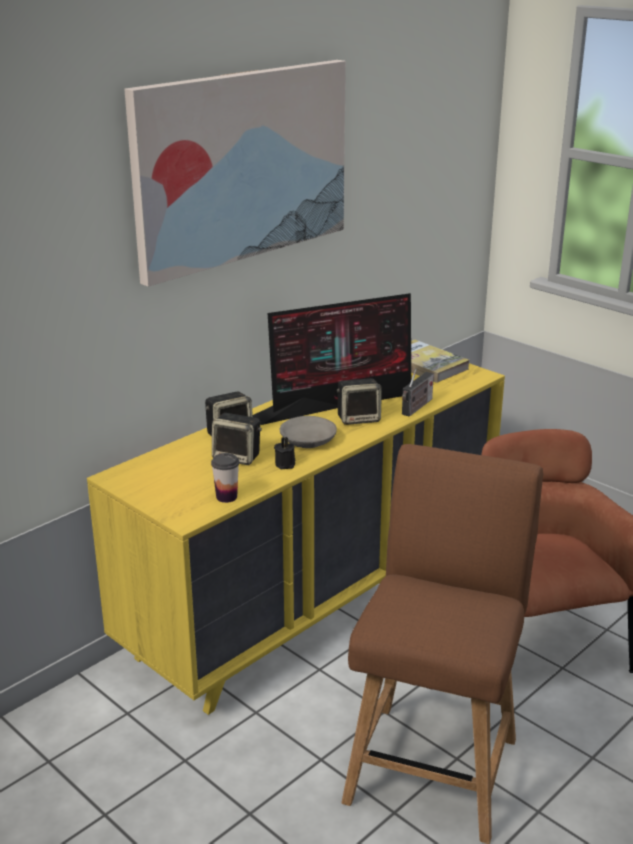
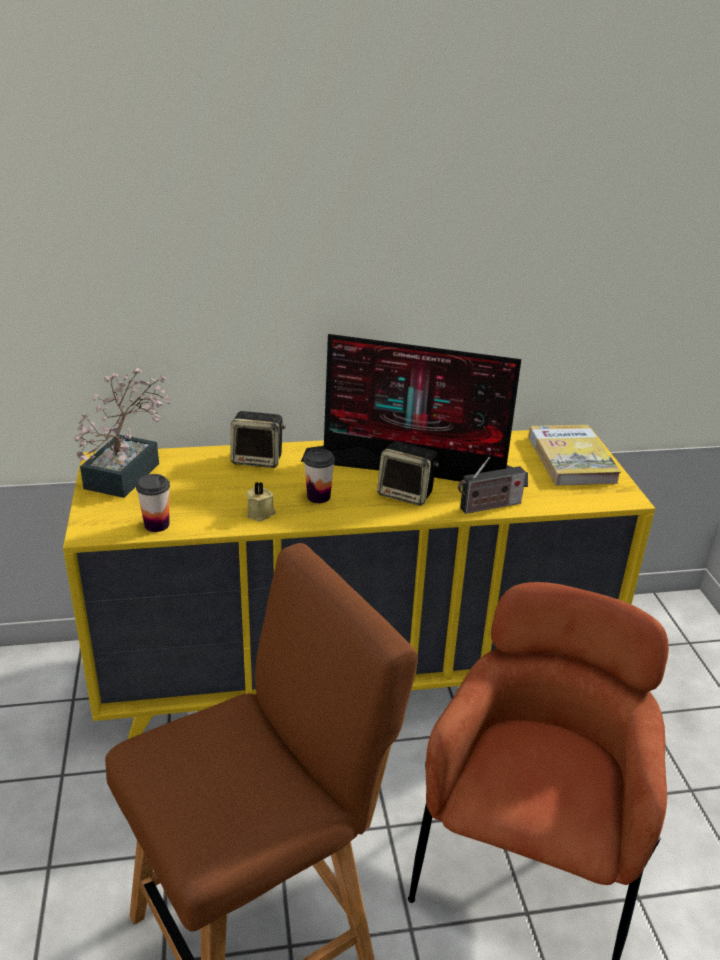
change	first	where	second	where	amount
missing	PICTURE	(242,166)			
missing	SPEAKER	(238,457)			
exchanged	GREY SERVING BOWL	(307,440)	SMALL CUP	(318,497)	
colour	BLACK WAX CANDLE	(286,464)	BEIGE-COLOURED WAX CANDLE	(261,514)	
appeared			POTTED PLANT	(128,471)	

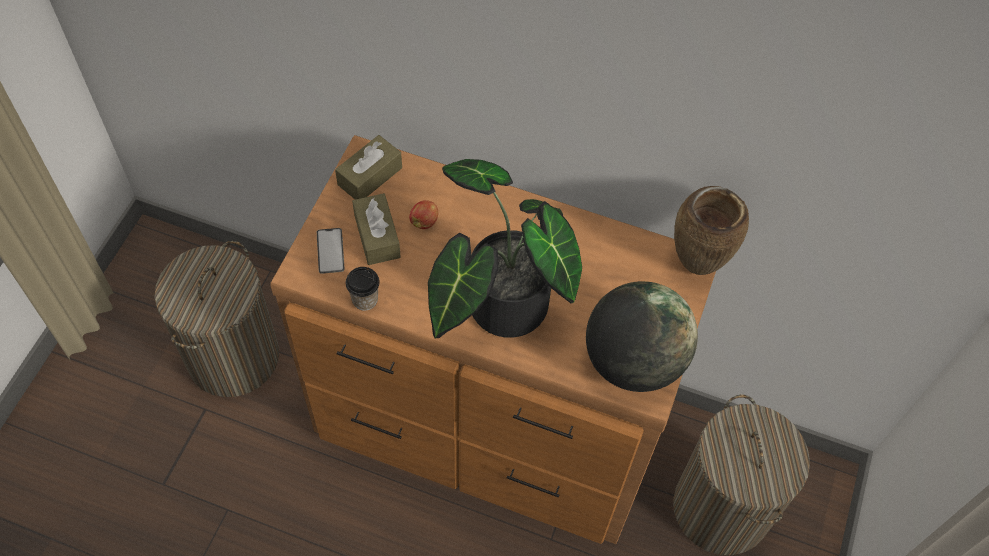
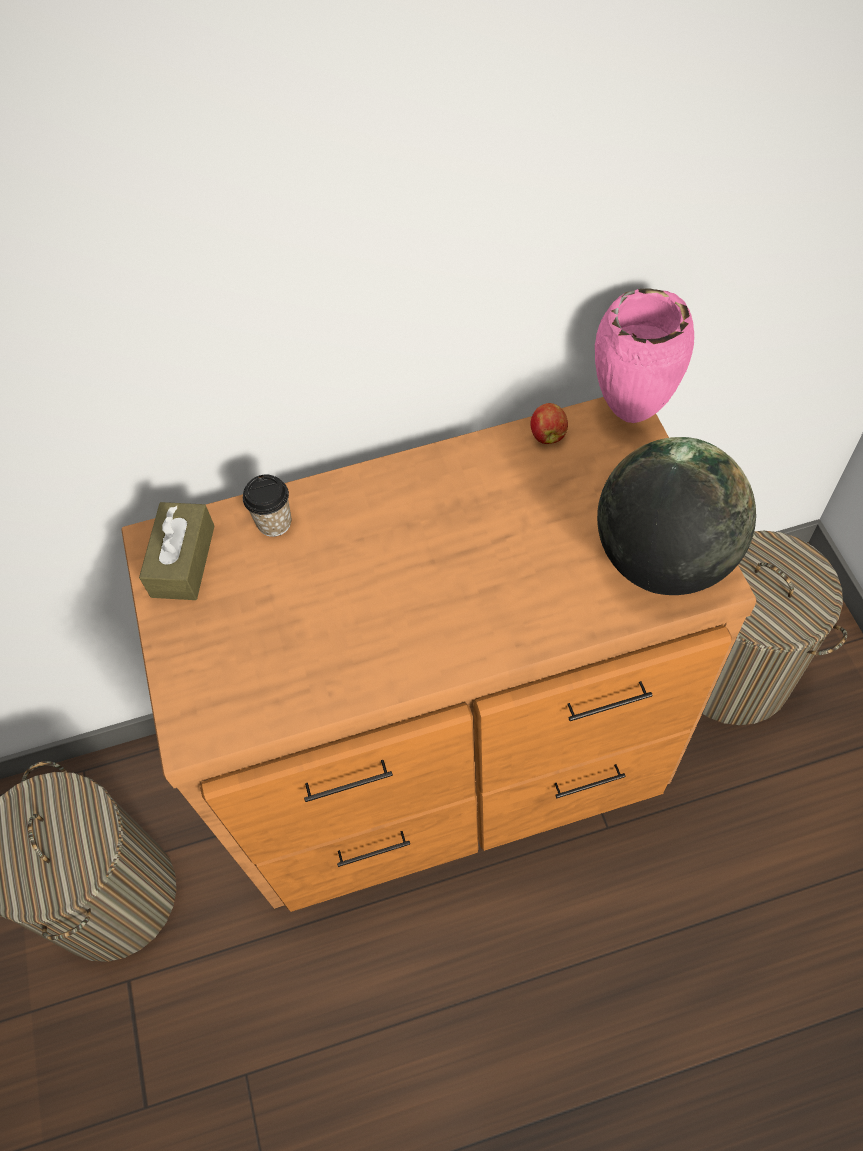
change	first	where	second	where	amount
missing	POTTED PLANT	(498,306)			
colour	BROWN-COLOURED DECORATIVE VASE	(696,265)	PINK-COLOURED DECORATIVE VASE	(630,413)	
missing	BROWN-COLOURED BOX OF TISSUES	(377,236)			
relocated	APPLE	(424,221)		(548,434)	
missing	TELEPHONE	(330,251)			
relocated	SMALL CUP	(365,299)		(274,522)	

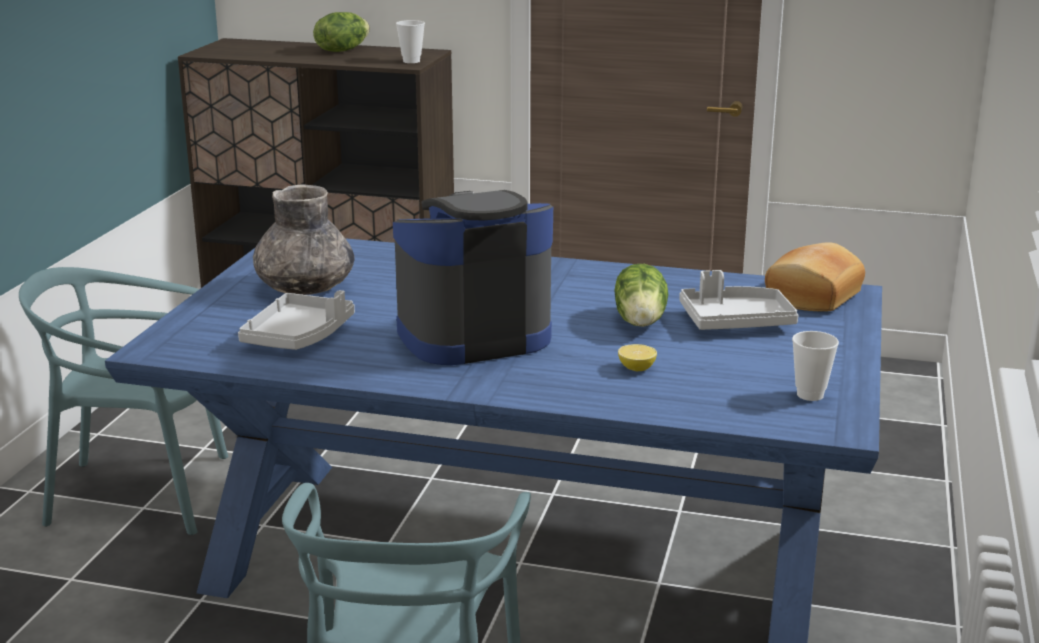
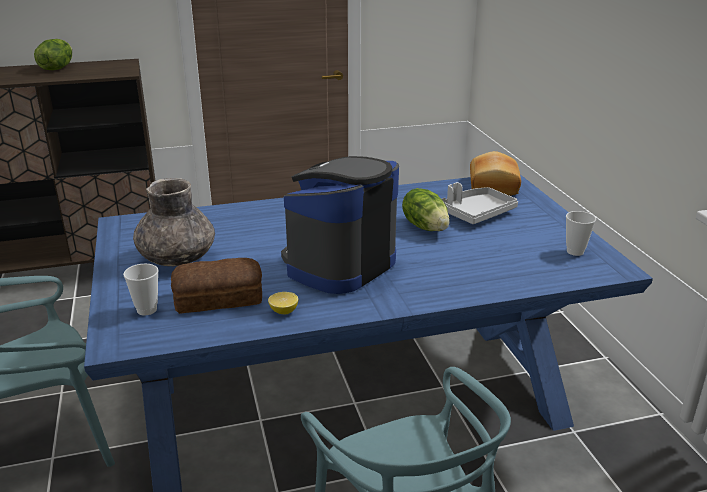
change	first	where	second	where	amount
relocated	SMALL CUP	(411,61)		(147,310)	
exchanged	GREY SERVING TRAY	(299,336)	BAKERY BREAD	(220,298)	
relocated	LEMON	(636,368)		(283,311)	

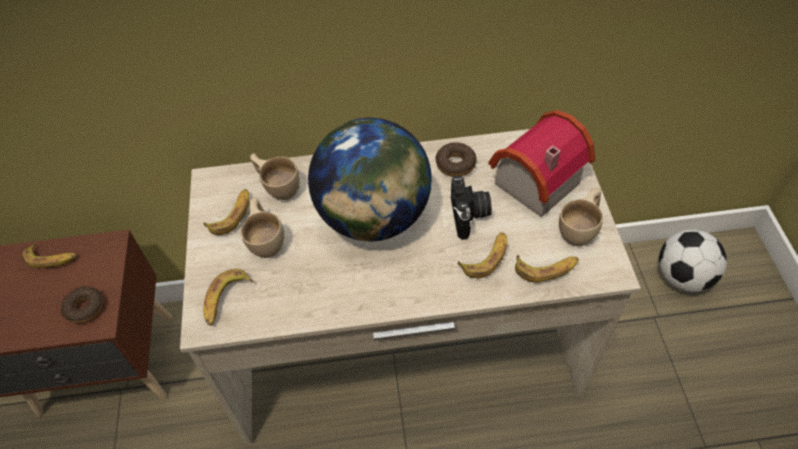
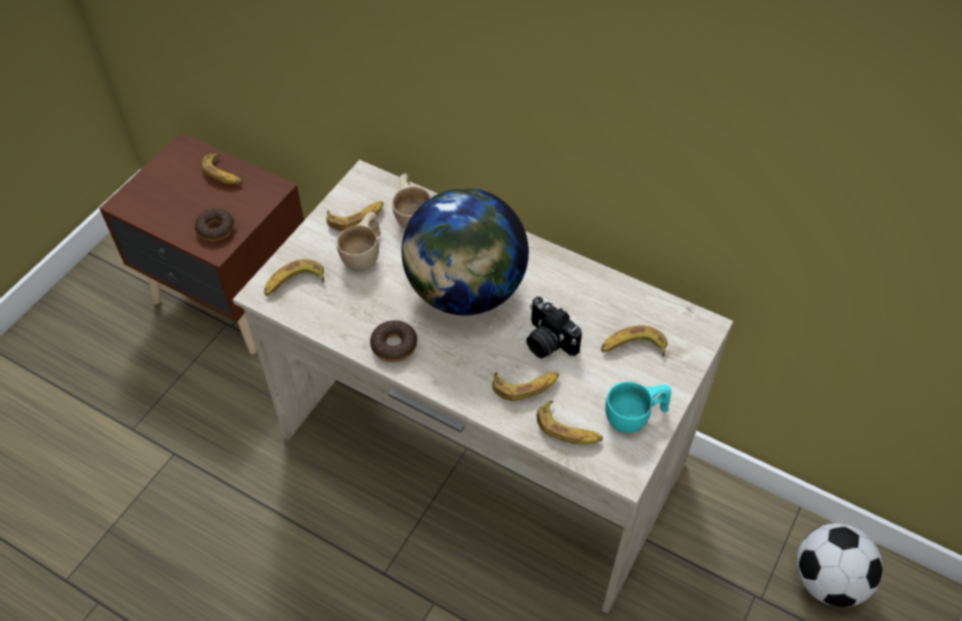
change	first	where	second	where	amount
exchanged	TOY HOUSE	(531,182)	BANANA	(633,348)	
relocated	RING DOUGHNUT	(455,164)		(394,345)	
spun	STILL CAMERA	(469,216)		(547,341)	105 degrees clockwise
colour	BEIGE-COLOURED SMALL CUP	(581,229)	TURQUOISE-COLOURED SMALL CUP	(635,417)	

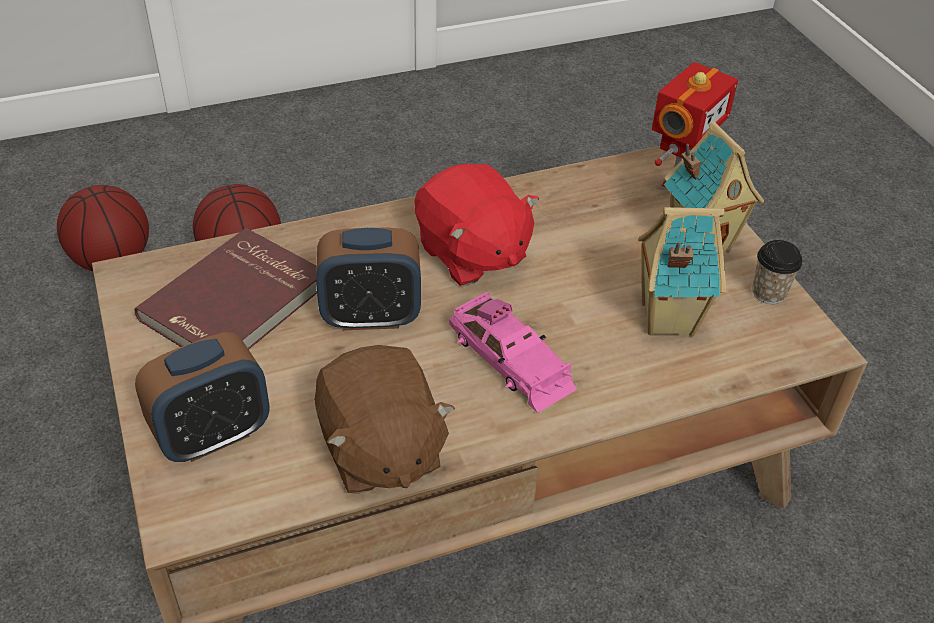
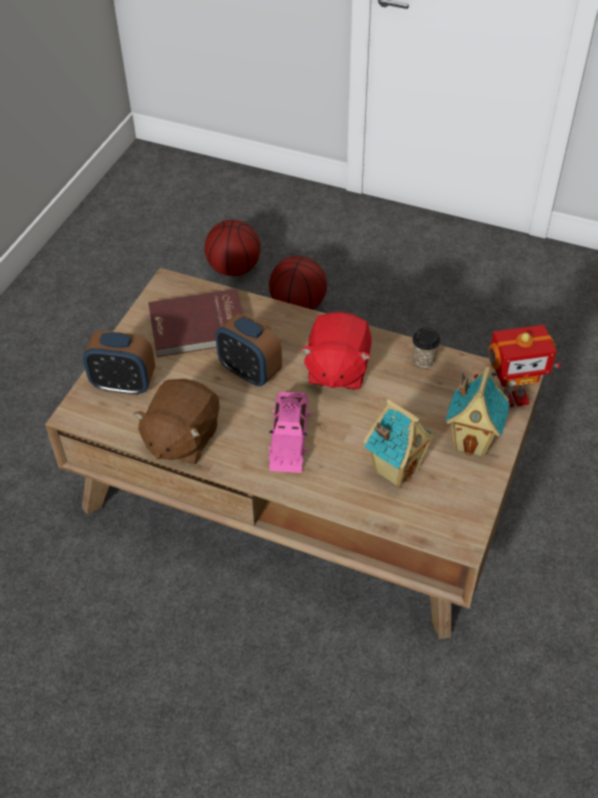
change	first	where	second	where	amount
relocated	SMALL CUP	(768,293)		(424,360)	

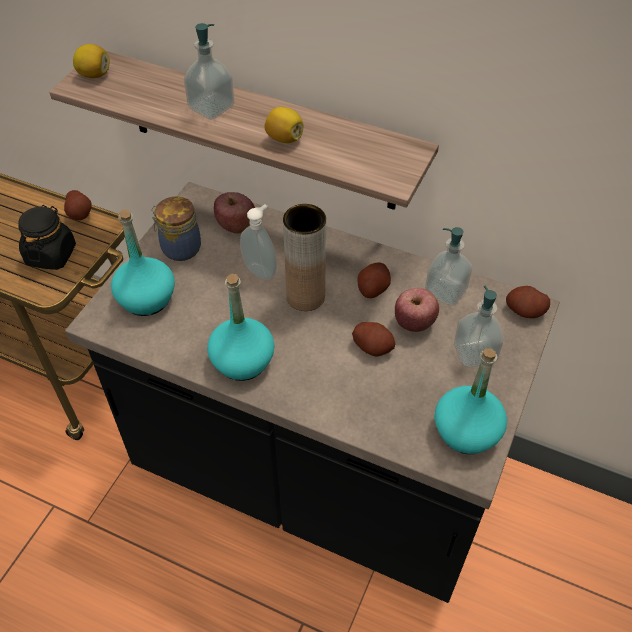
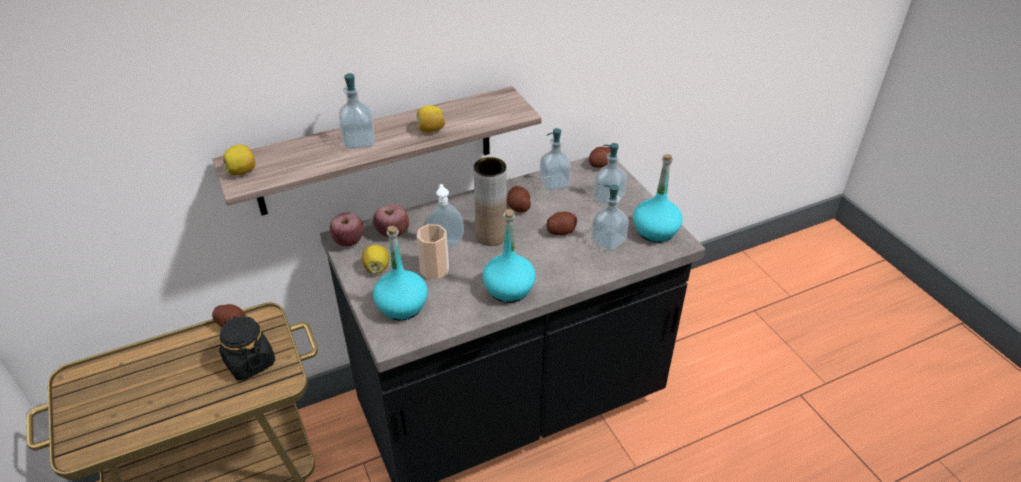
change	first	where	second	where	amount
exchanged	JAR	(179,248)	LEMON	(377,268)	
relocated	APPLE	(414,323)		(349,241)	
appeared			SOAP DISPENSER	(608,241)	
appeared			SMALL CUP	(434,270)	

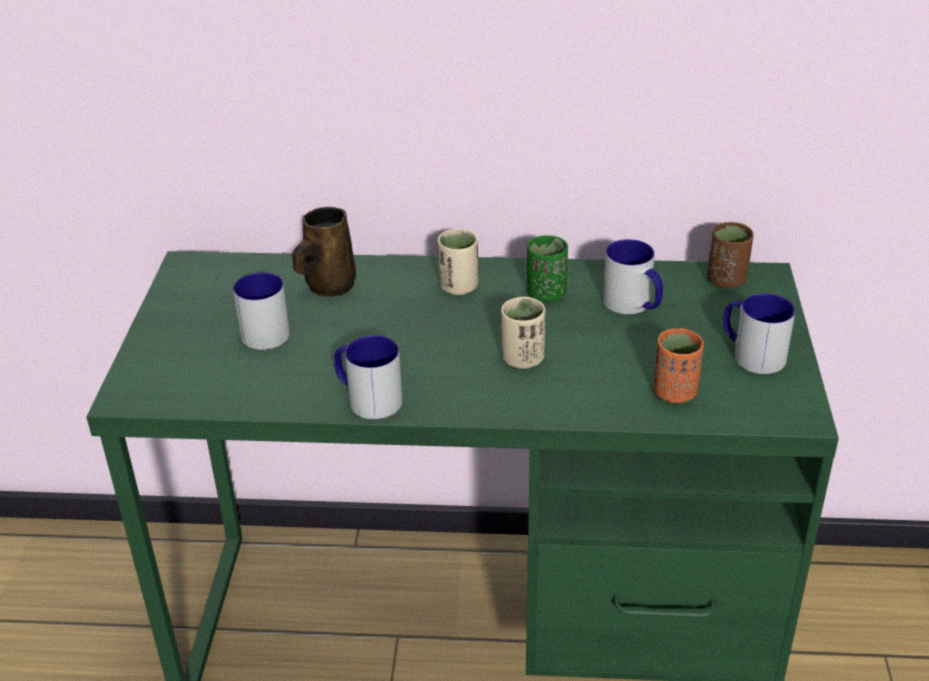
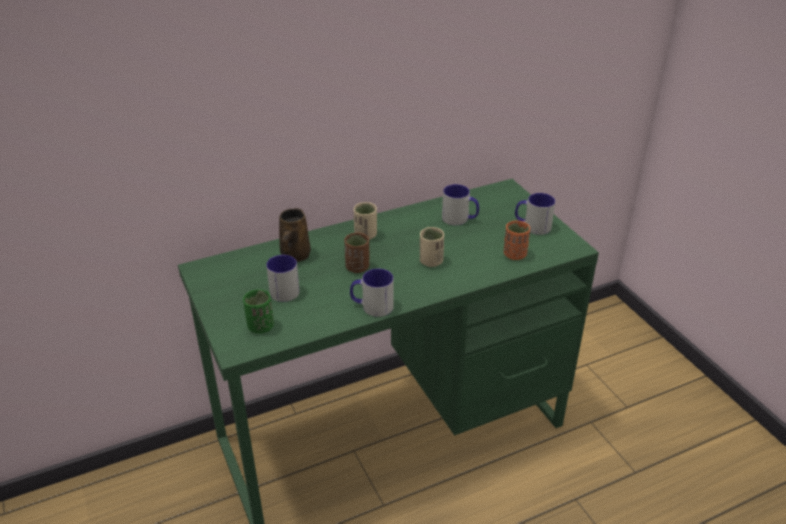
change	first	where	second	where	amount
relocated	BROWN-COLOURED SMALL CUP	(726,280)		(357,267)	
relocated	GREEN-COLOURED SMALL CUP	(546,294)		(260,327)	

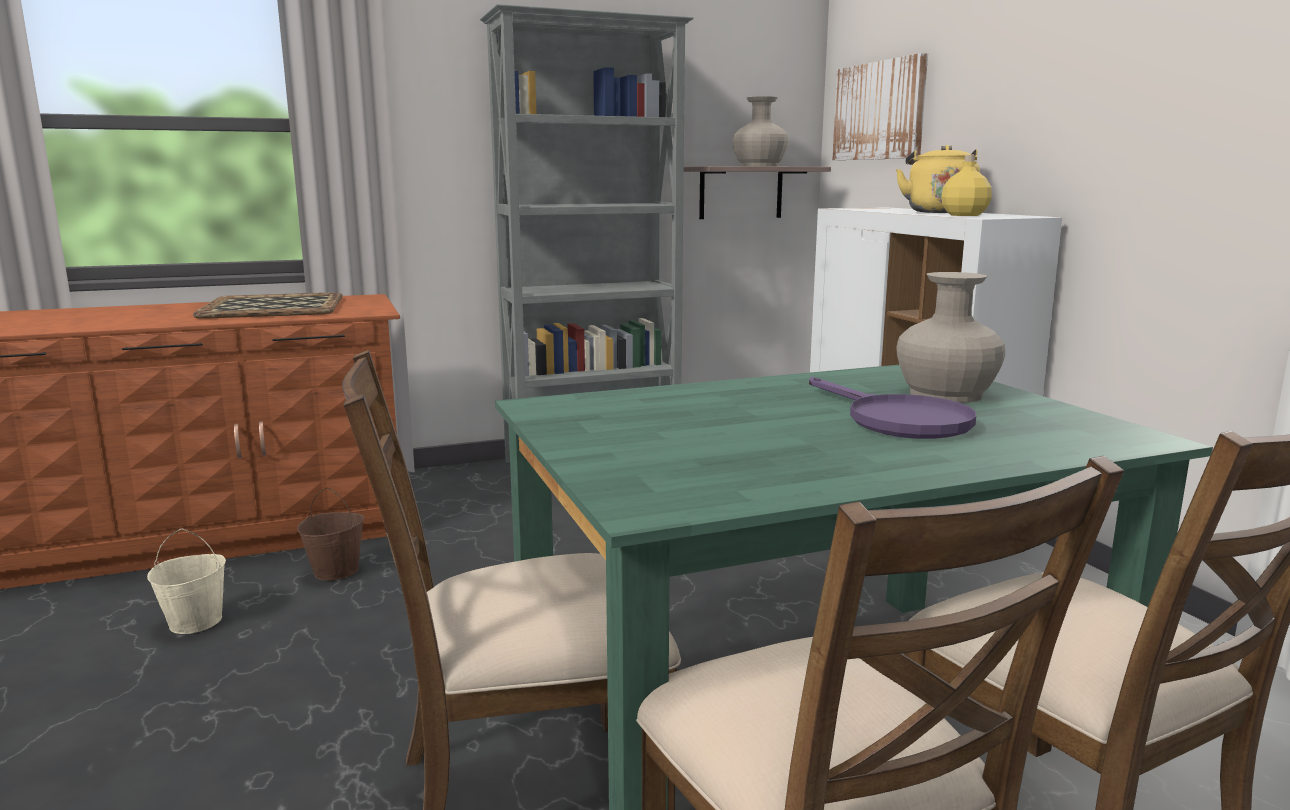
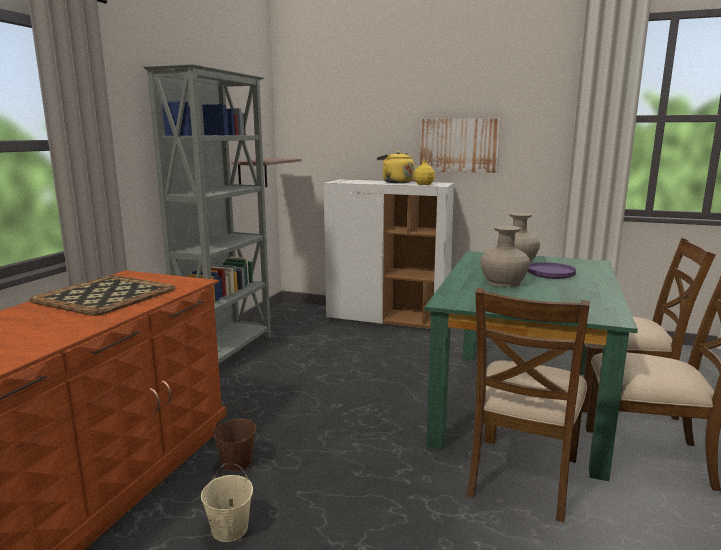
change	first	where	second	where	amount
relocated	PICTURE	(879,111)		(459,145)	
relocated	BEIGE-COLOURED DECORATIVE VASE	(759,166)		(503,282)	

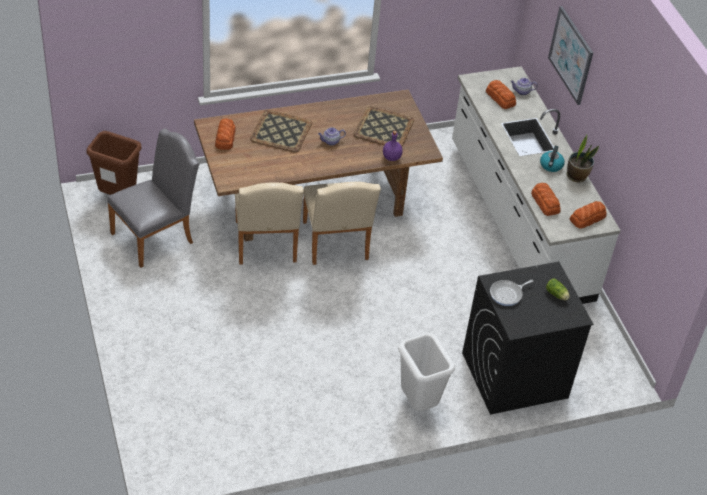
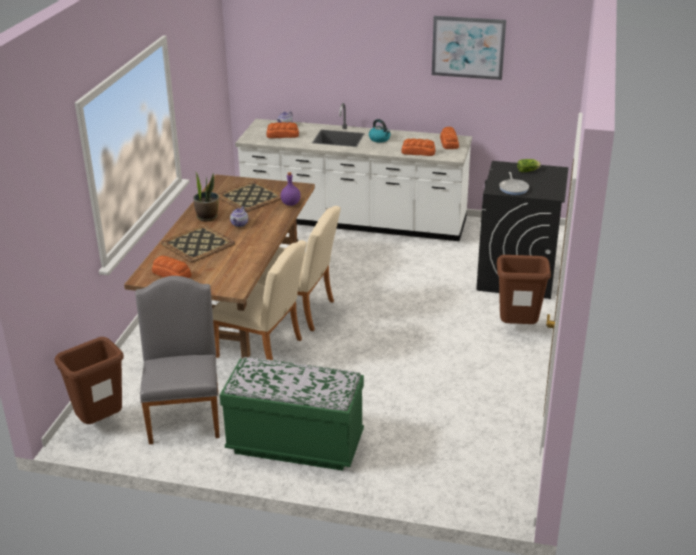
change	first	where	second	where	amount
relocated	PICTURE	(571,55)		(468,47)	
relocated	POTTED PLANT	(577,176)		(207,217)	
colour	WHITE WASTE BIN	(418,404)	BROWN-COLOURED WASTE BIN	(518,328)	
appeared			GREEN-COLOURED BENCH	(295,444)	

